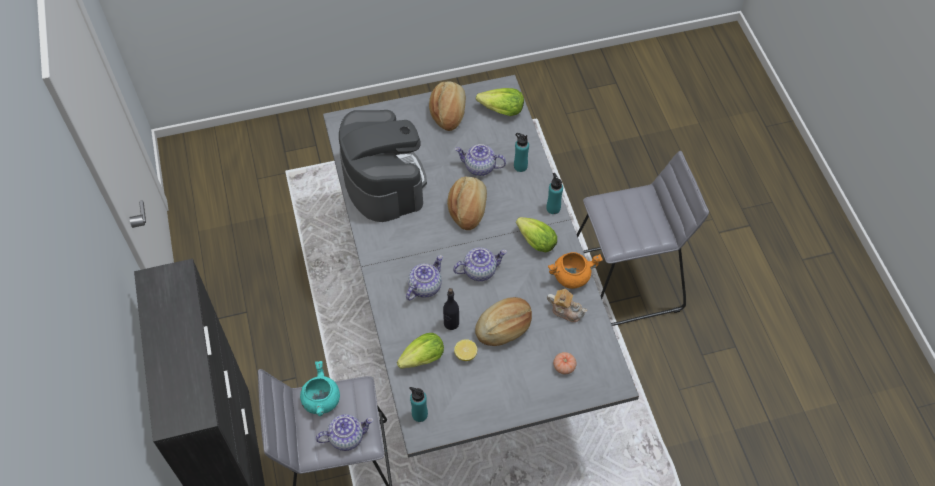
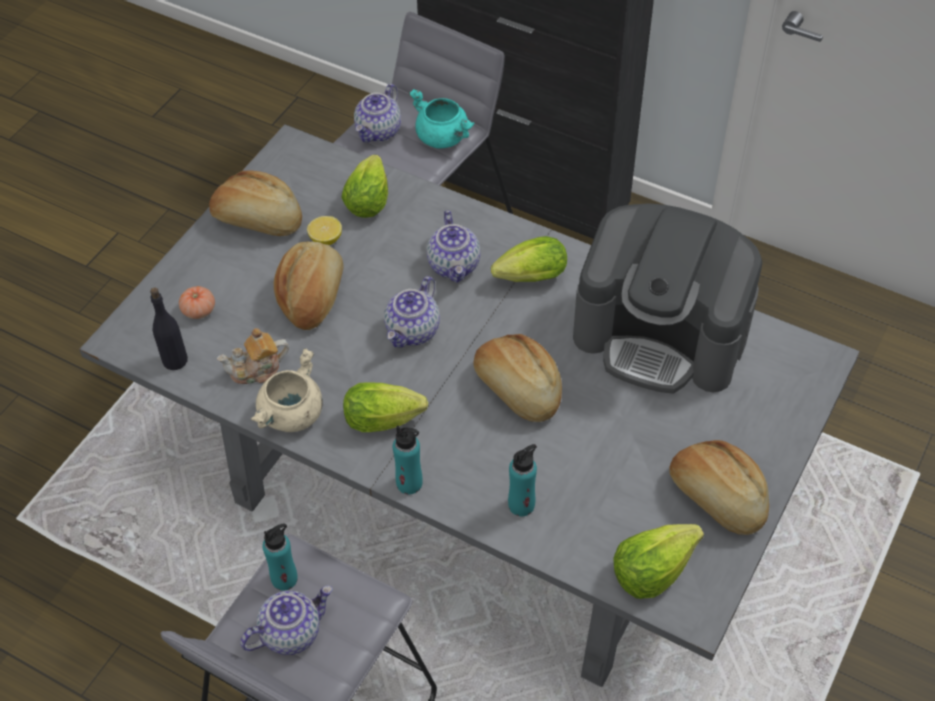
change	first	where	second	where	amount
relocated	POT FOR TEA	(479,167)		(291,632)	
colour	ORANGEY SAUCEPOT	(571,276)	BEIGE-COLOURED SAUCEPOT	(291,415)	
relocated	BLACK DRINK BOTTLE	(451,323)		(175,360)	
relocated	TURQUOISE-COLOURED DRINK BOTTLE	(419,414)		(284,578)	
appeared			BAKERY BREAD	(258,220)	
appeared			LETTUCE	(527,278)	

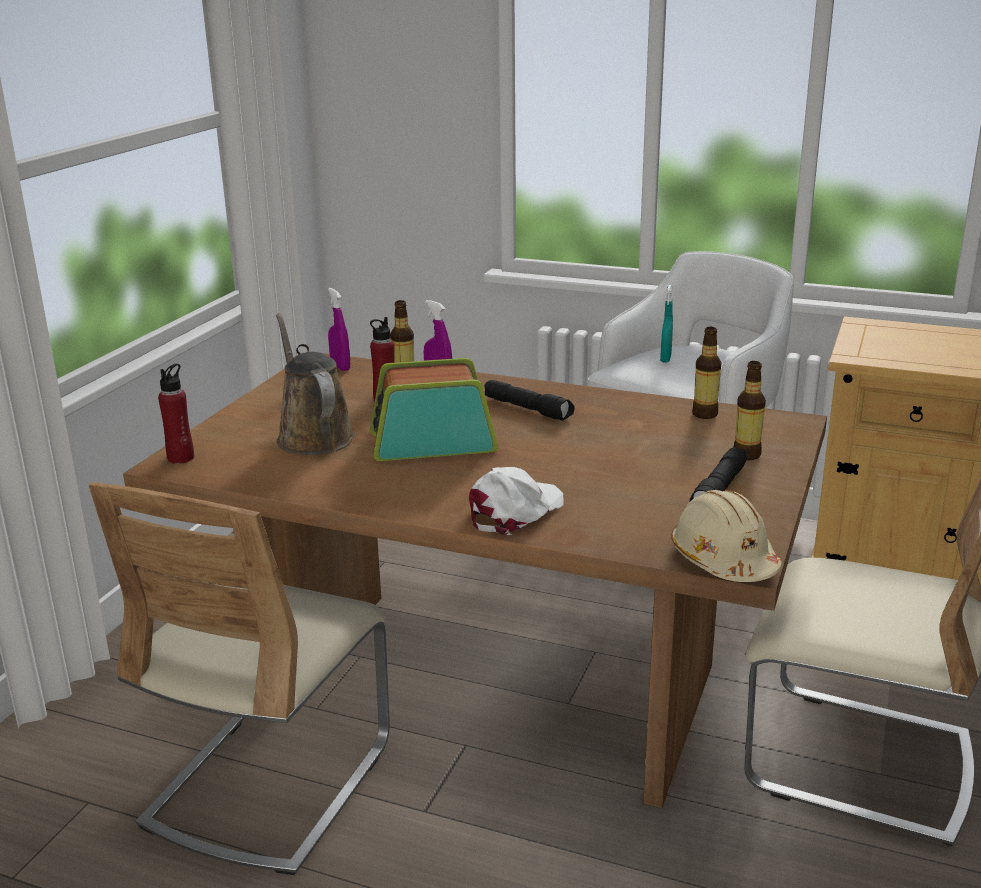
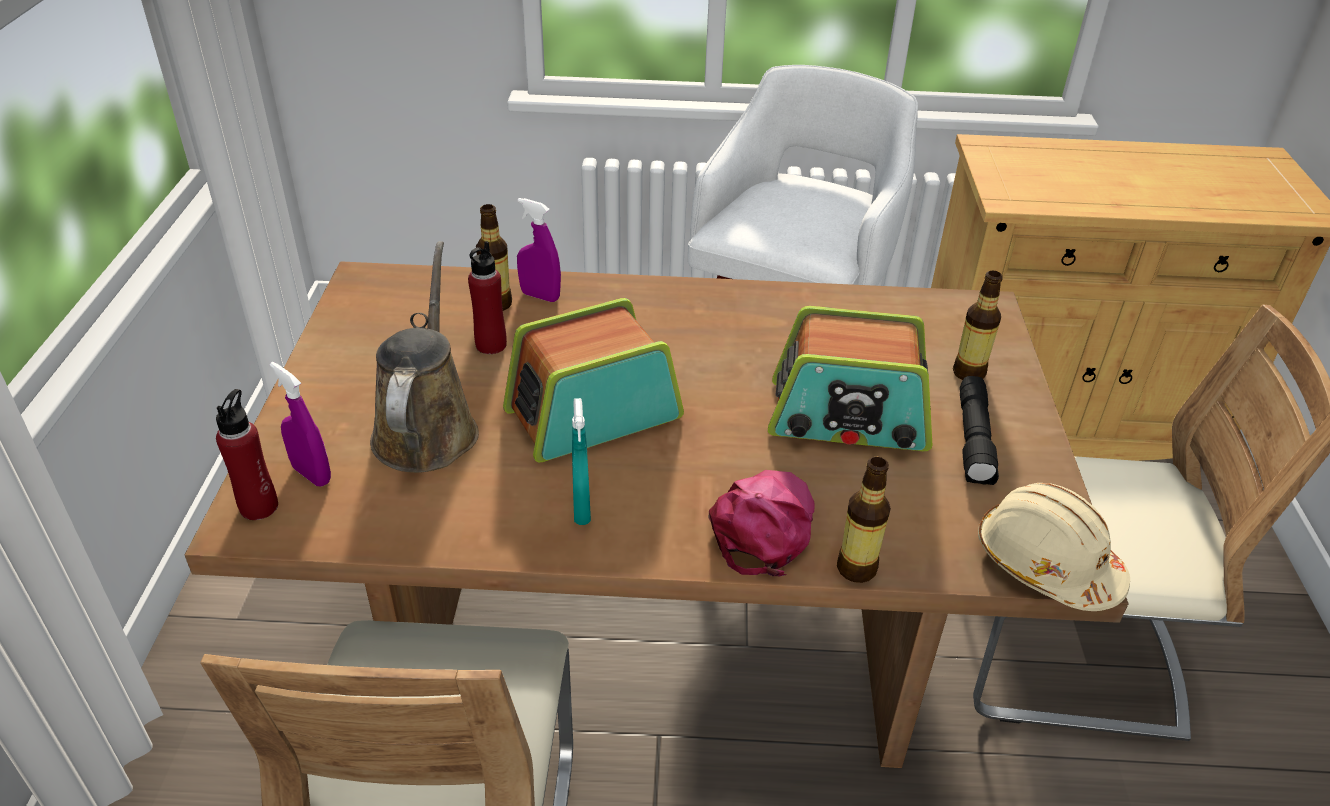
change	first	where	second	where	amount
relocated	TURQUOISE-COLOURED SPRAYER	(665,359)		(581,509)	
relocated	PURPLE-COLOURED SPRAYER	(340,367)		(312,474)	
spun	BROWN-COLOURED WATERING POT	(313,436)		(427,428)	45 degrees clockwise
relocated	DRINK BOTTLE	(705,414)		(856,568)	
missing	BLACK TORCH	(528,409)			
colour	WHITE CAP	(515,511)	PINK-COLOURED CAP	(763,526)	
appeared			RADIO	(848,417)	

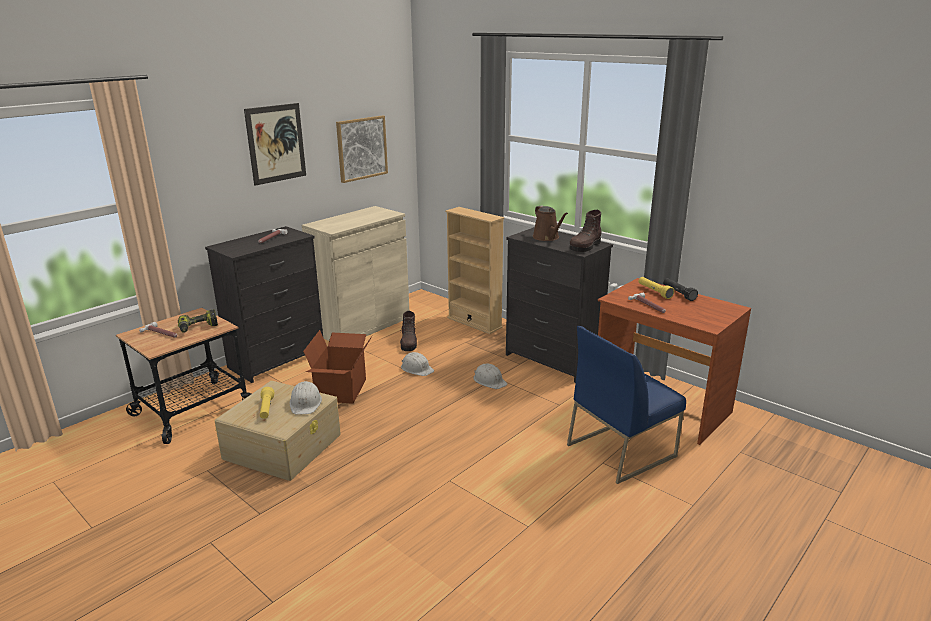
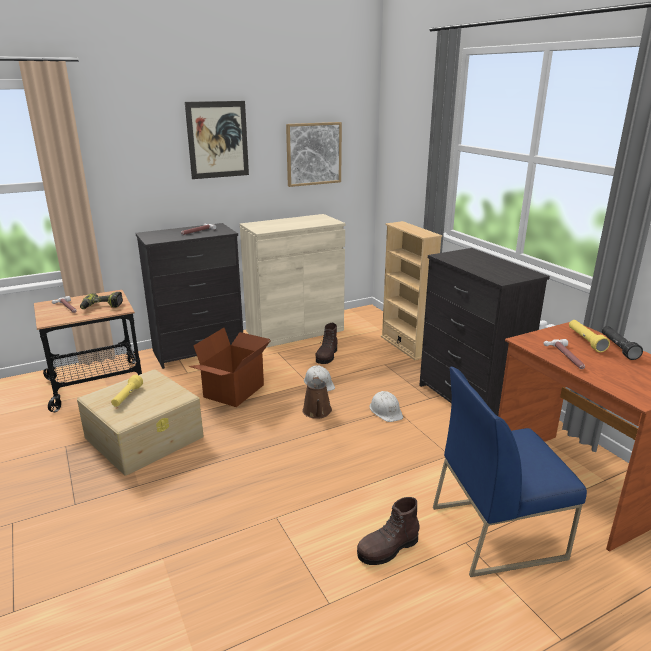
change	first	where	second	where	amount
relocated	BROWN-COLOURED WATERING POT	(547,237)		(317,412)	
relocated	BROWN-COLOURED HIGH-TOP BOOT	(585,247)		(388,549)	
missing	WHITE SAFETY HELMET	(305,403)			

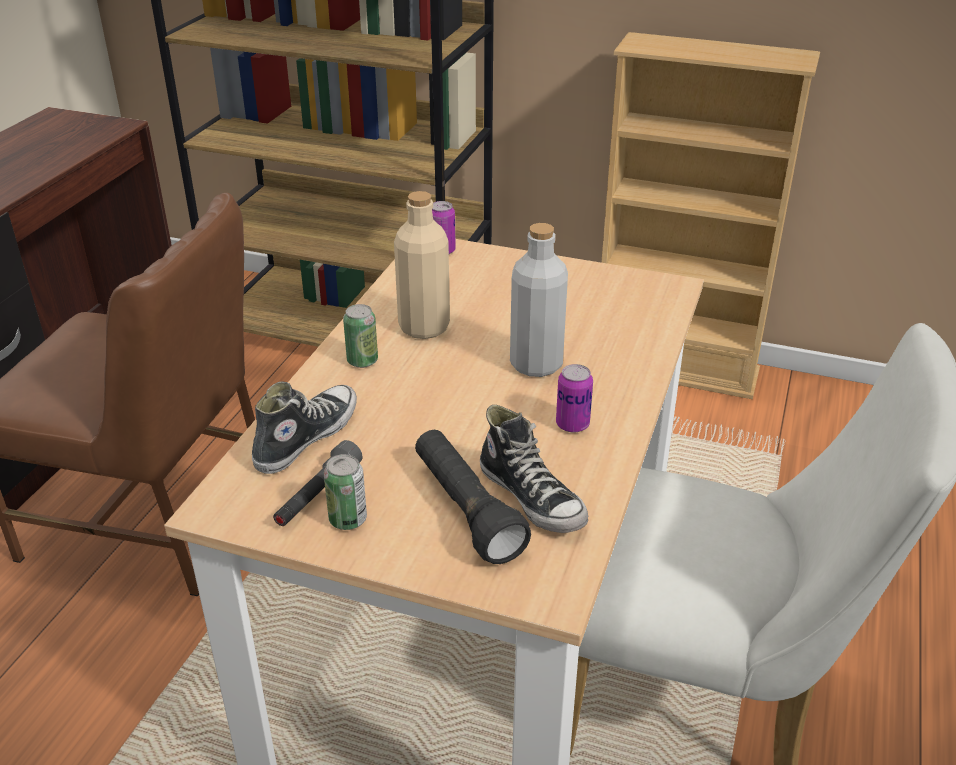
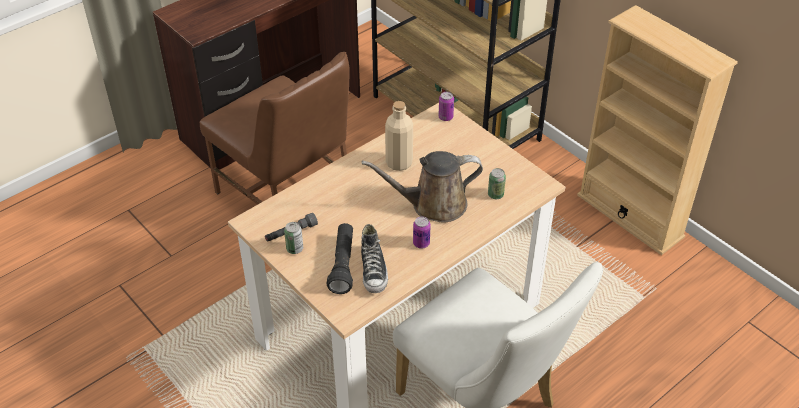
change	first	where	second	where	amount
exchanged	GREY DRINK BOTTLE	(536,364)	BROWN-COLOURED WATERING POT	(433,204)	
relocated	METAL CAN	(362,361)		(495,195)	
missing	LOW SHOE	(306,437)			

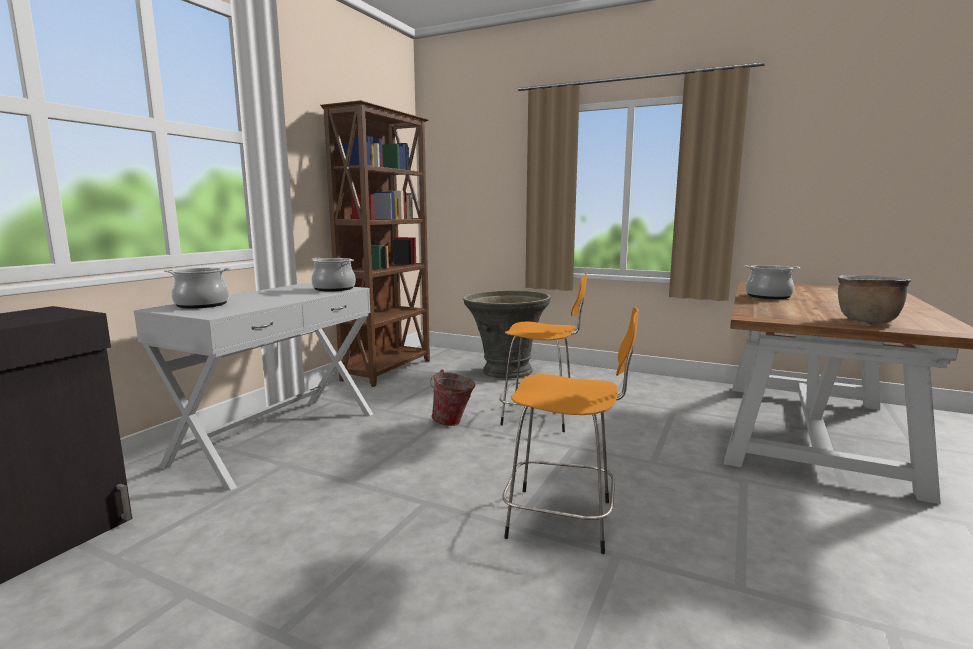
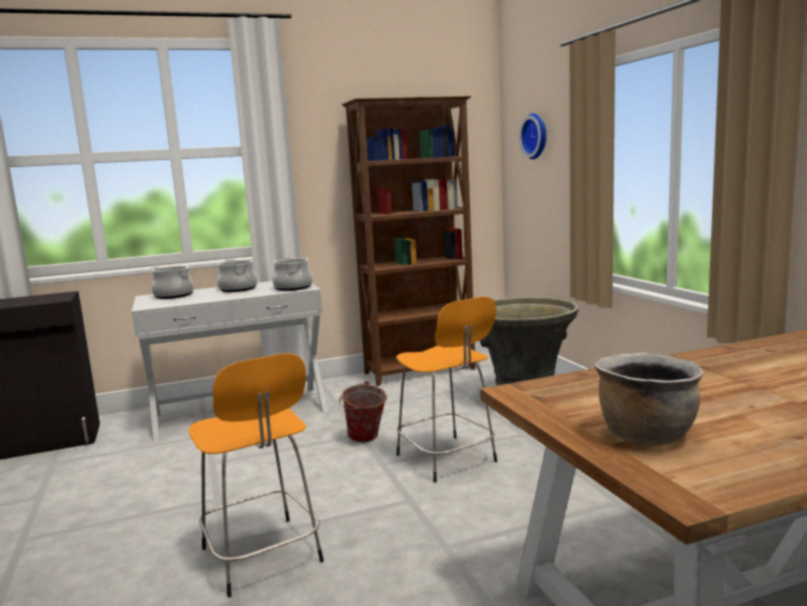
change	first	where	second	where	amount
relocated	SAUCEPOT	(768,296)		(238,289)	
appeared			HANGING CLOCK	(536,136)	

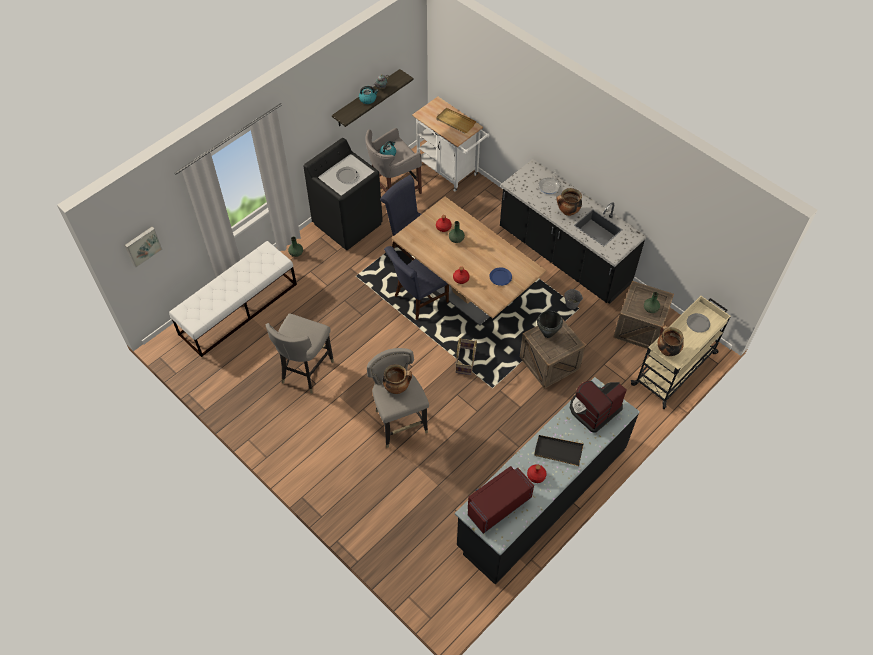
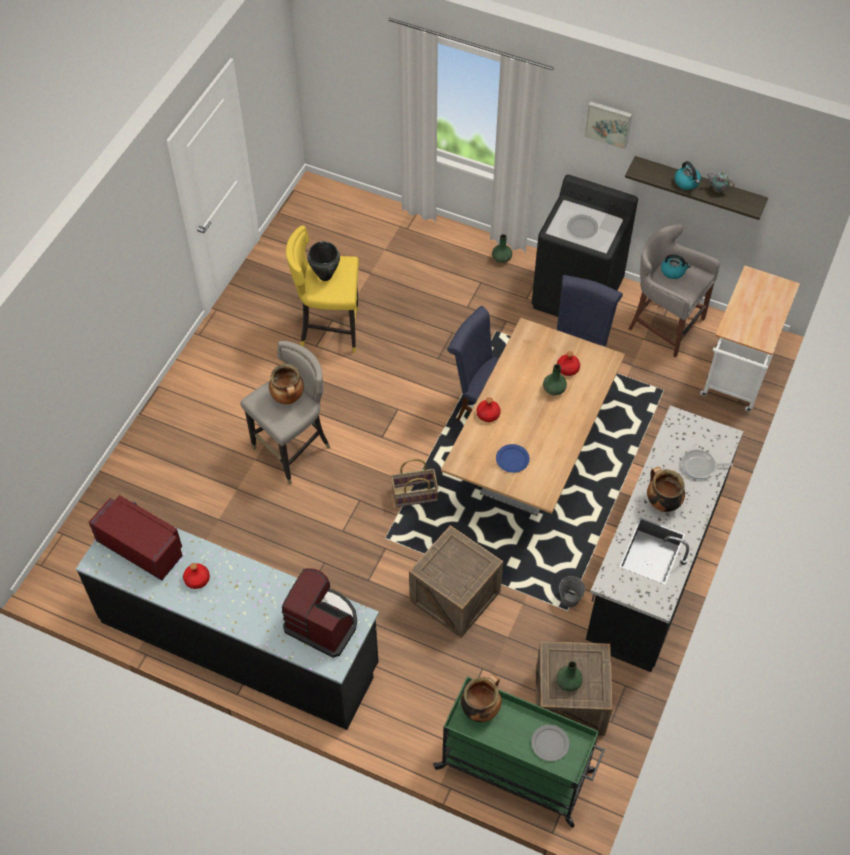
change	first	where	second	where	amount
missing	BEIGE-COLOURED SERVING TRAY	(455,122)			
relocated	PICTURE	(142,246)		(608,123)	
missing	WHITE BENCH	(238,309)			
colour	BEIGE-COLOURED WHEELED CART	(675,368)	GREEN-COLOURED WHEELED CART	(516,770)	
relocated	BLACK SAUCEPOT	(548,334)		(325,276)	
colour	GREY STOOL	(305,371)	YELLOW-COLOURED STOOL	(329,330)	
missing	BLACK SERVING TRAY	(558,451)			

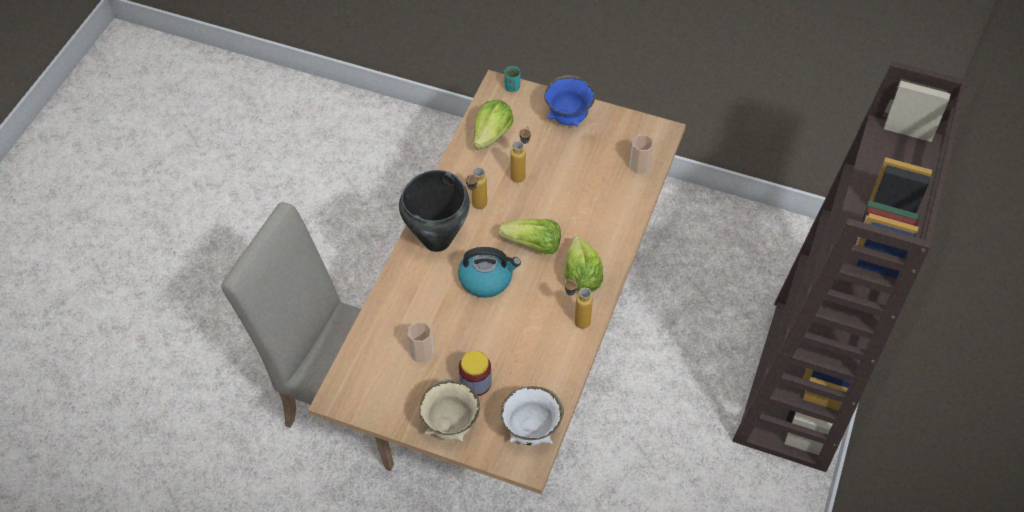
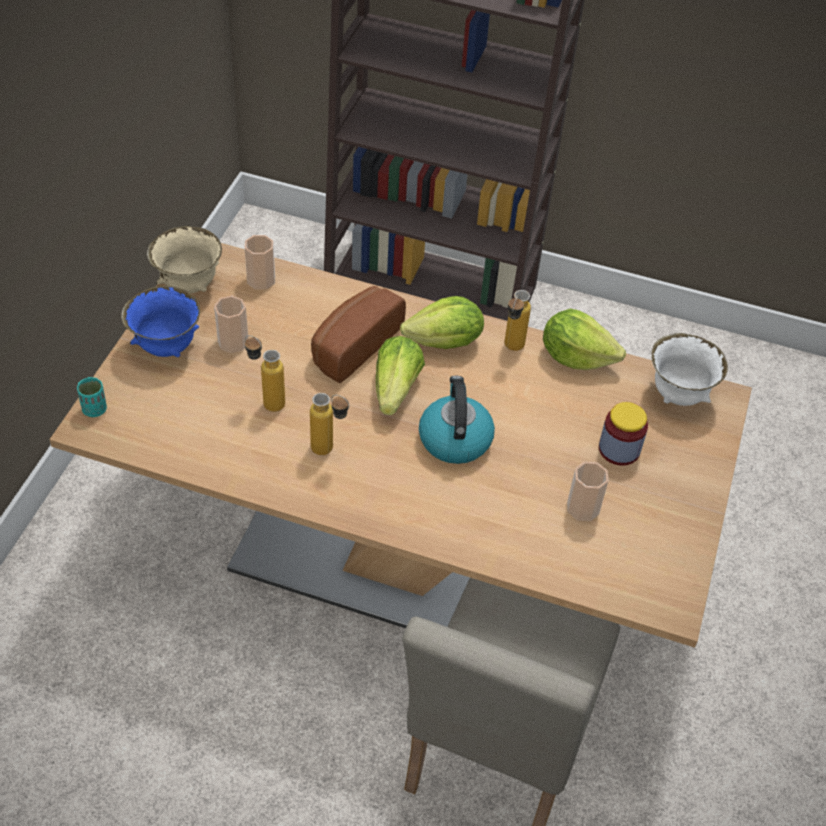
change	first	where	second	where	amount
relocated	LETTUCE	(492,135)		(576,357)	
missing	BLACK SAUCEPOT	(436,241)			
relocated	BEIGE-COLOURED SERVING BOWL	(451,426)		(189,285)	
appeared			BAKERY BREAD	(352,345)	
appeared			SMALL CUP	(233,342)	

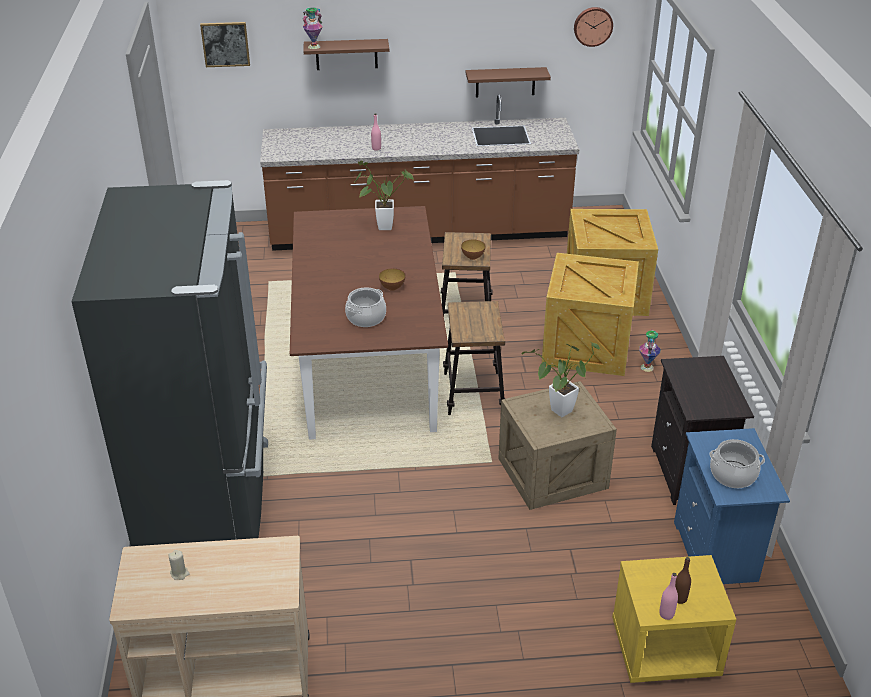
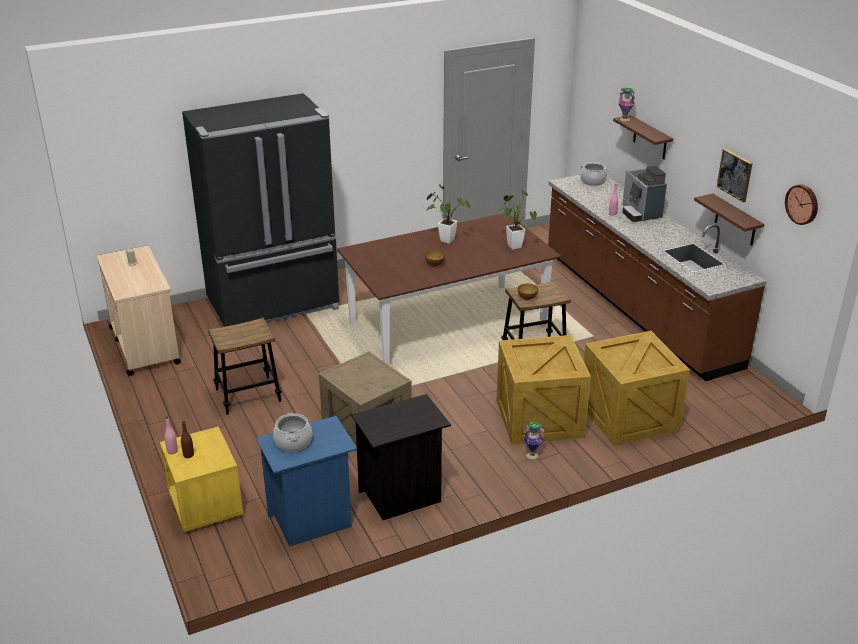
change	first	where	second	where	amount
relocated	PICTURE	(225,44)		(735,175)	
relocated	SAUCEPOT	(366,318)		(592,181)	
relocated	STOOL	(473,393)		(248,395)	
relocated	POTTED PLANT	(558,413)		(444,239)	
appeared			COFFEE MAKER	(640,213)	

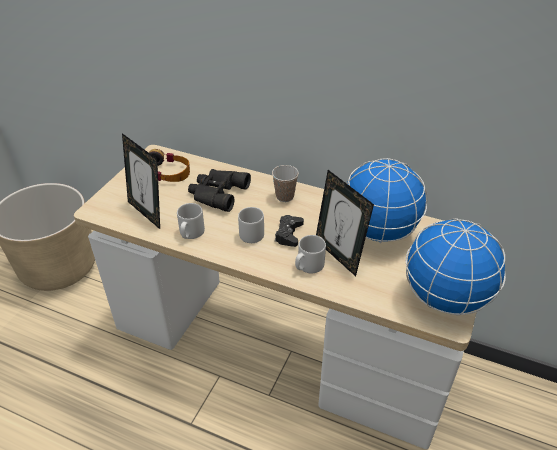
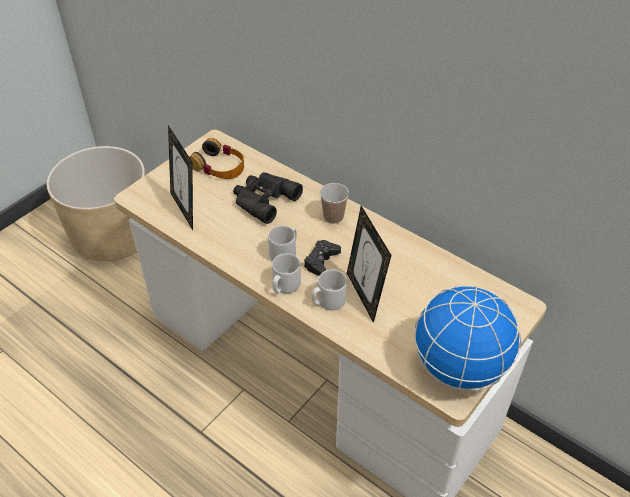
change	first	where	second	where	amount
missing	GLOBE	(379,232)			
relocated	GREY MUG	(190,233)		(284,286)	

